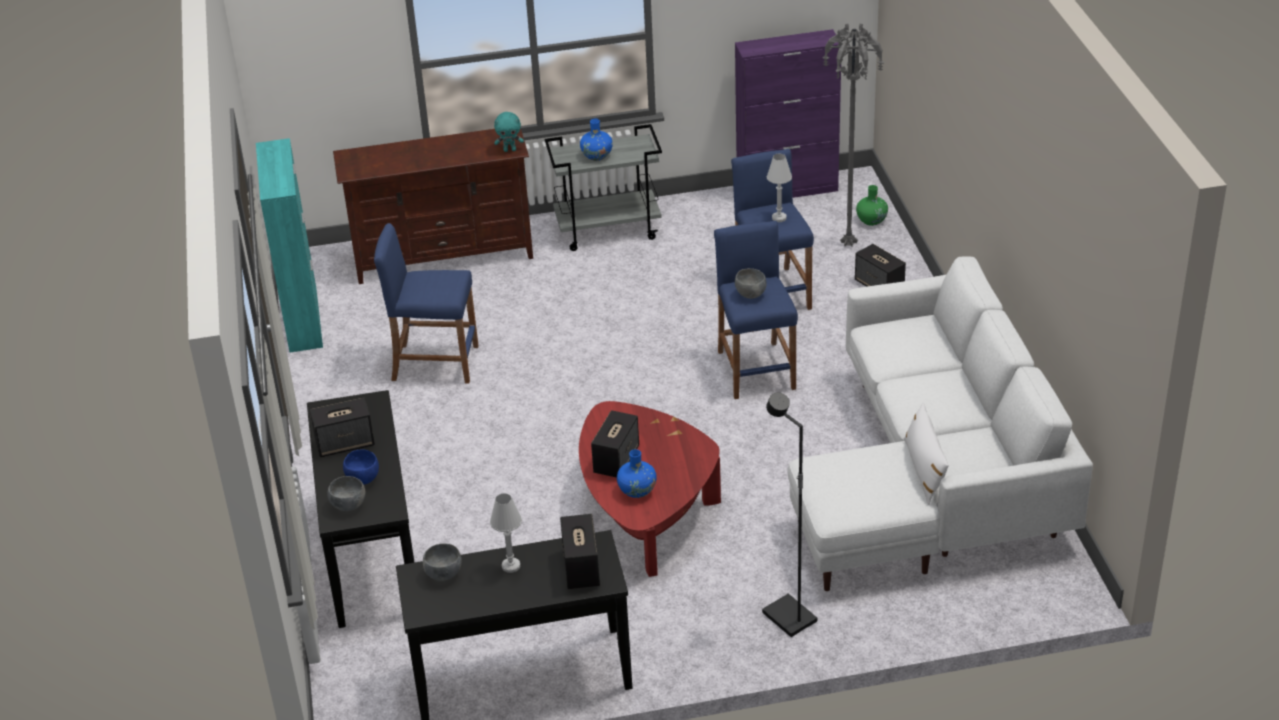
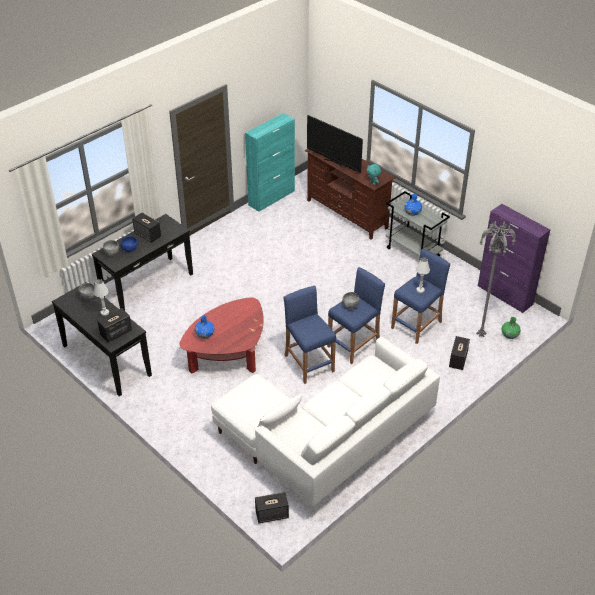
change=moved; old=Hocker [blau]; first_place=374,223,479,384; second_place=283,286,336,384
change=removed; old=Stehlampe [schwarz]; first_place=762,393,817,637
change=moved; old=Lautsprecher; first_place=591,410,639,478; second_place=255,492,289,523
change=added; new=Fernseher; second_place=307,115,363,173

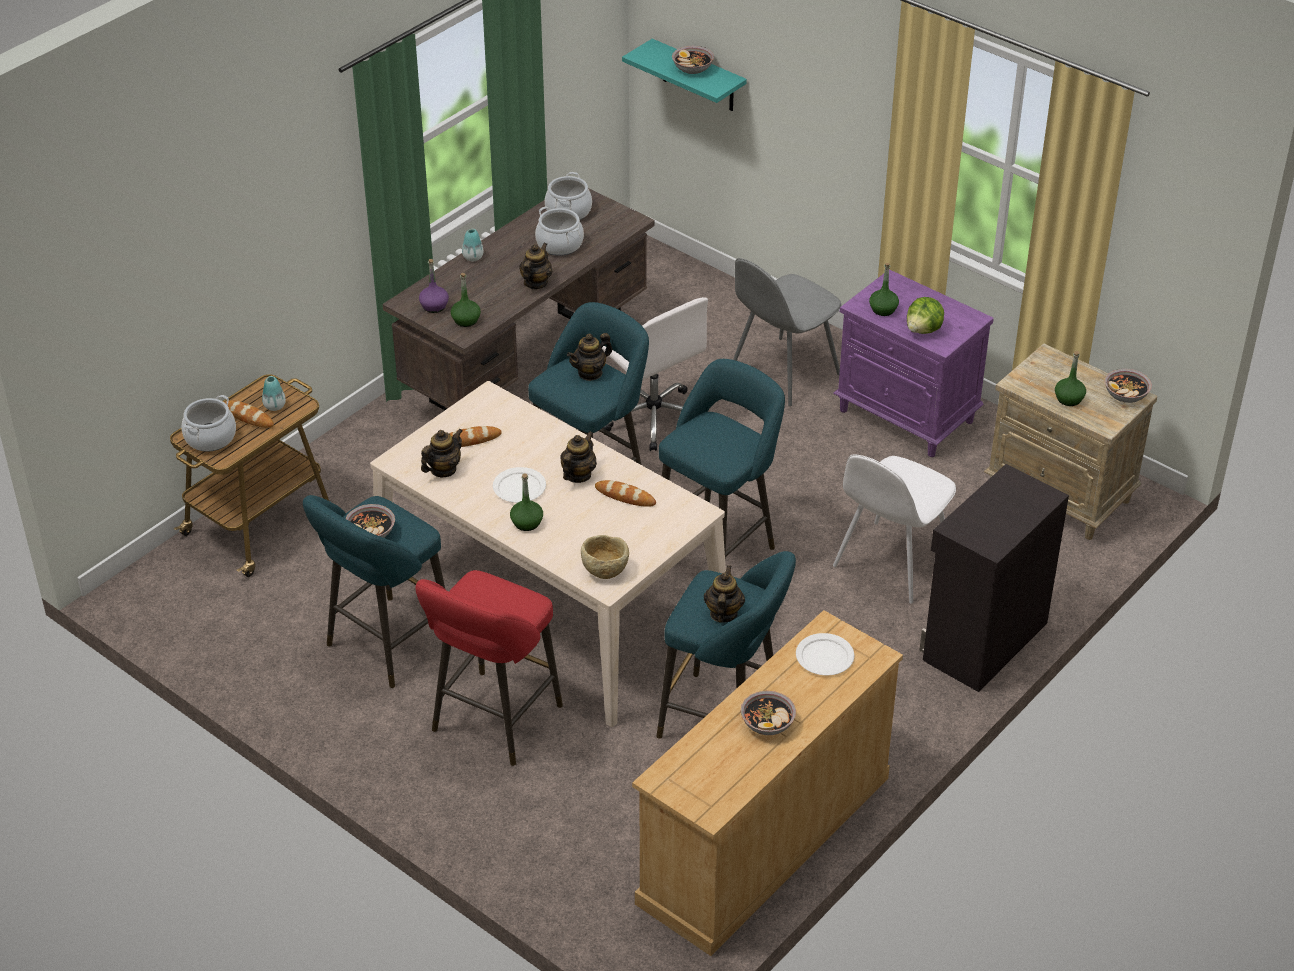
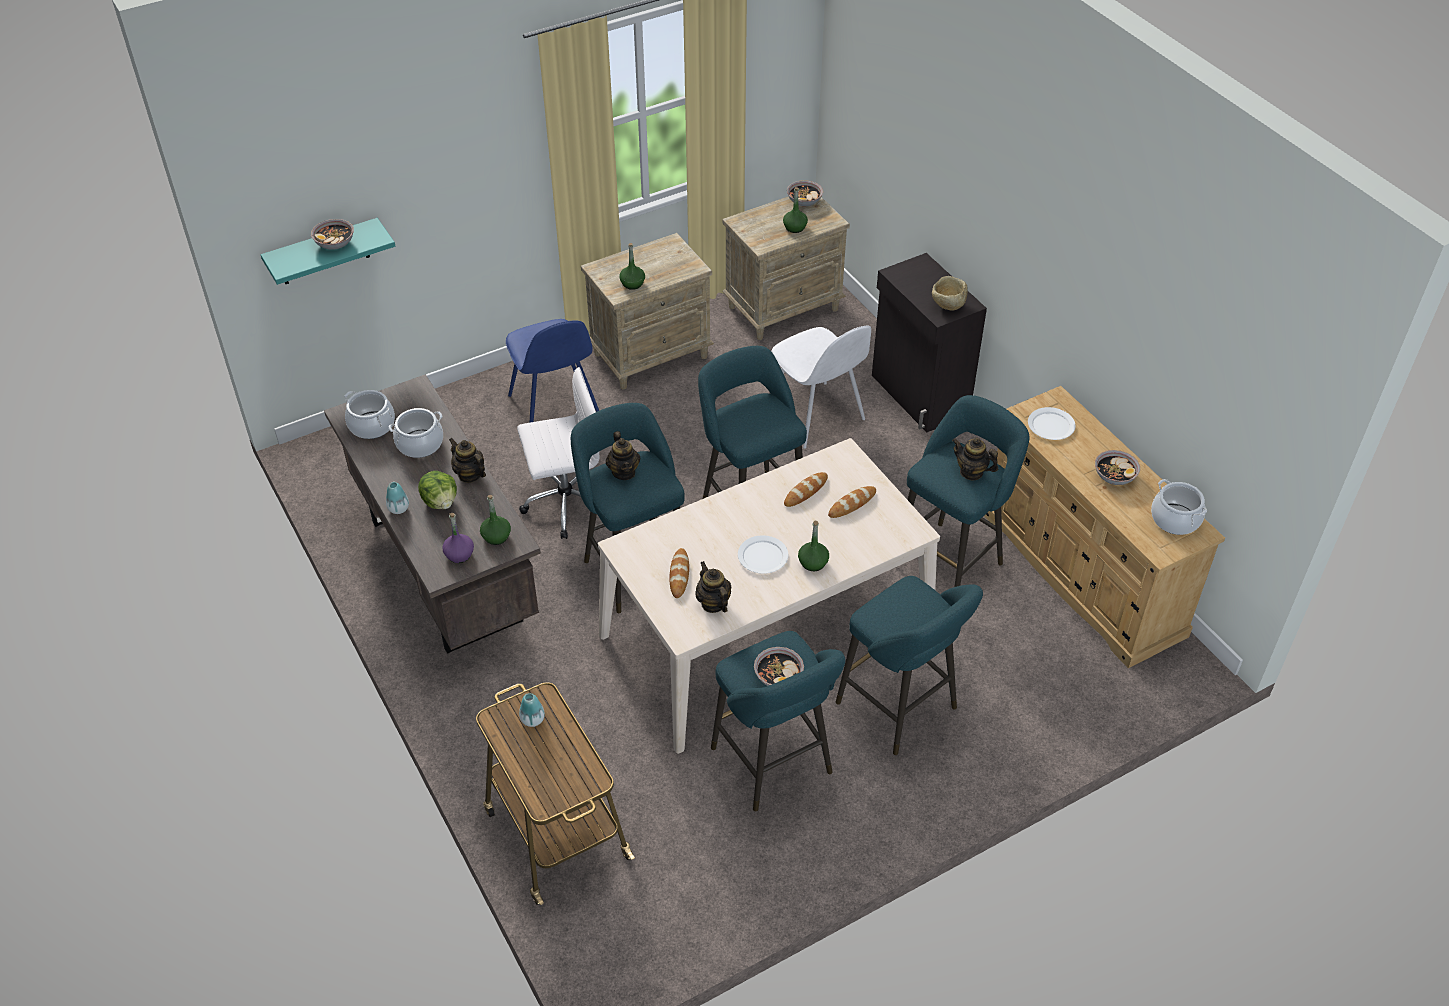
change=recoloured; old=Stuhl [grau]; new=Stuhl [blau]; first_place=733,258,841,406; second_place=506,319,599,422
change=recoloured; old=Nachttisch [lila]; new=Nachttisch [beige]; first_place=833,269,994,457; second_place=581,233,714,389
change=moved; old=Salatkopf; first_place=907,297,944,334; second_place=418,471,457,509
change=moved; old=Kochtopf; first_place=181,395,236,452; second_place=1151,479,1207,535
change=moved; old=Brot; first_place=224,400,274,428; second_place=828,486,876,518
change=removed; old=Teekanne; first_place=560,431,597,483
change=moved; old=Schüssel [beige]; first_place=581,535,629,579; second_place=932,276,968,310
change=recoloured; old=Hocker [rot]; new=Hocker [türkis]; first_place=415,570,563,766; second_place=836,576,983,755

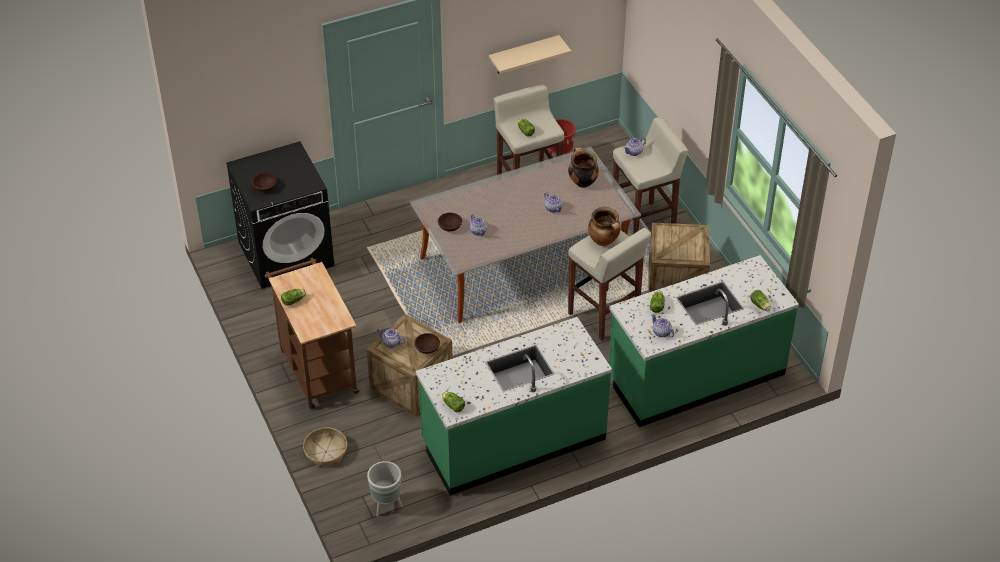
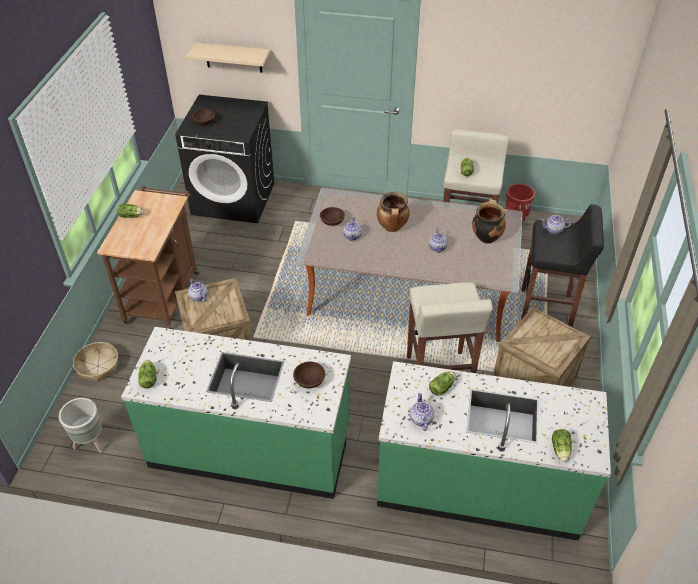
change=moved; old=Wandregal [beige]; first_place=489,35,571,74; second_place=186,42,270,73
change=recoloured; old=Hocker [beige]; new=Hocker [schwarz]; first_place=613,117,688,234; second_place=521,204,604,327
change=moved; old=Kochtopf; first_place=588,207,621,246; second_place=377,192,409,232
change=moved; old=Schüssel [braun]; first_place=414,333,440,354; second_place=293,362,325,388

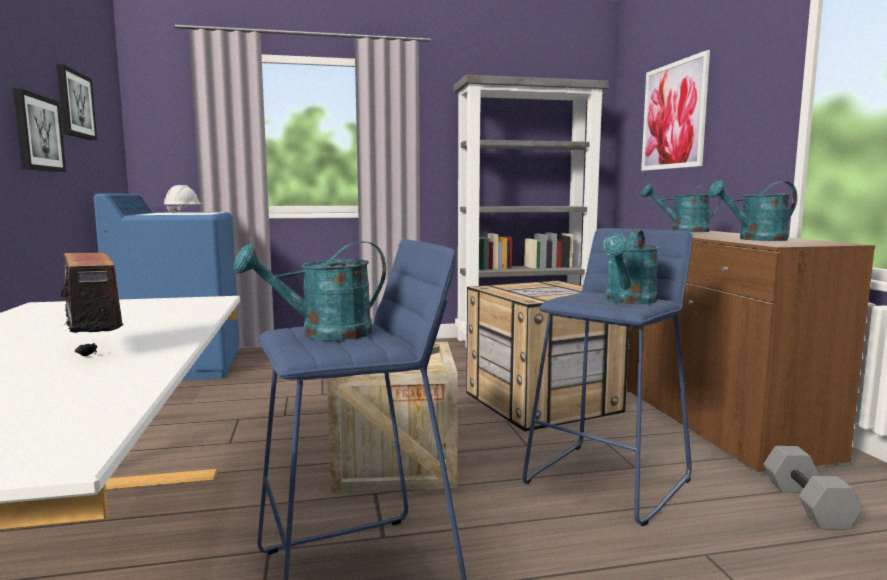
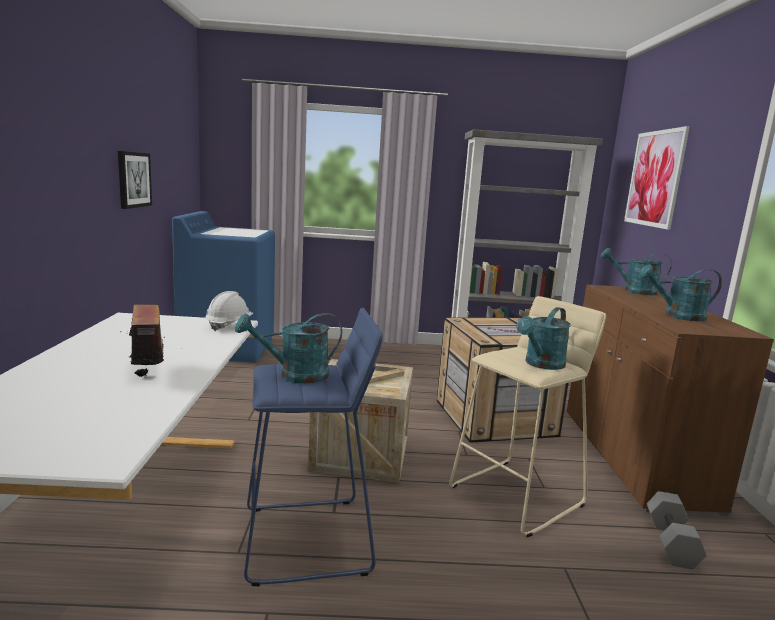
change=removed; old=Bild; first_place=57,64,97,141
change=moved; old=Schutzhelm [weiß]; first_place=164,185,203,213; second_place=206,291,253,331
change=recoloured; old=Hocker [blau]; new=Hocker [beige]; first_place=523,228,693,526; second_place=449,296,606,537

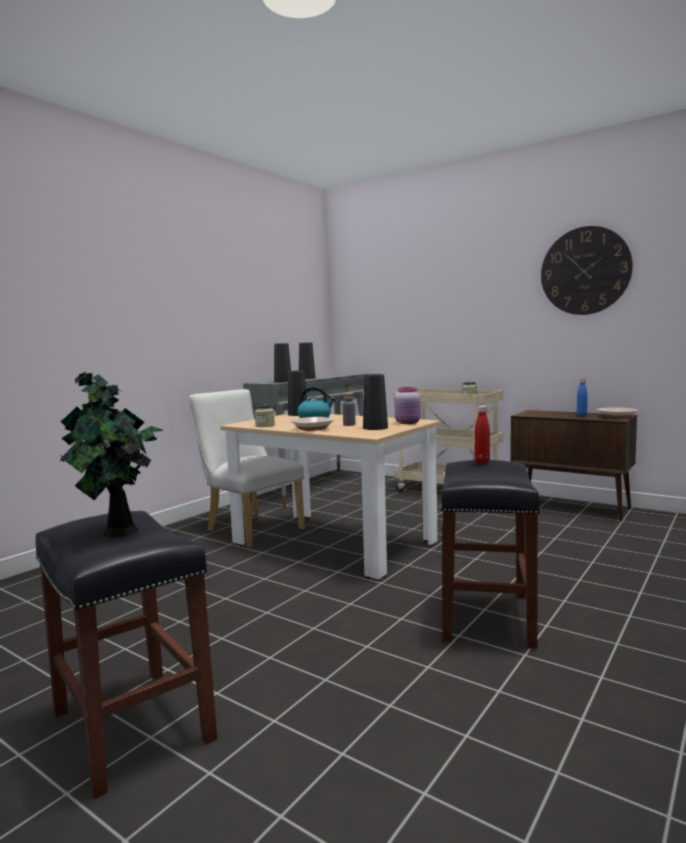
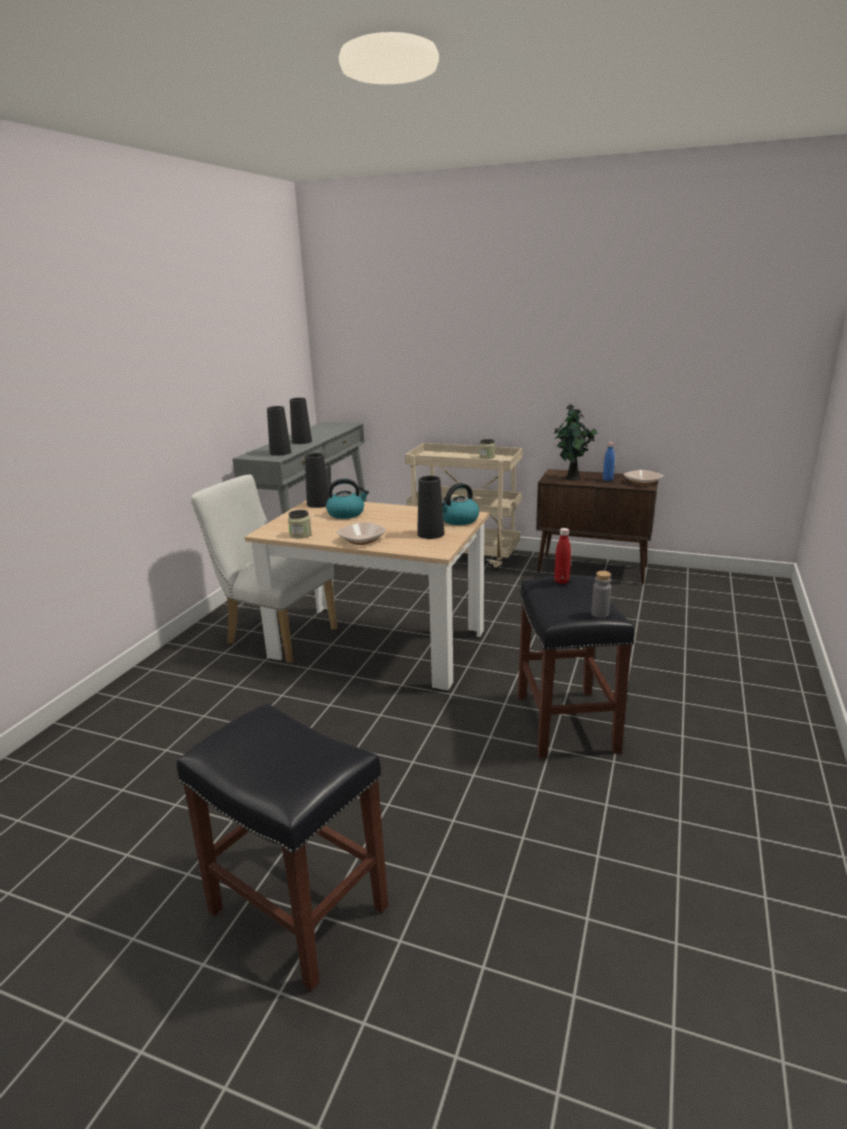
change=removed; old=Wanduhr; first_place=541,226,633,315
change=moved; old=Topfpflanze; first_place=60,371,163,537; second_place=554,404,598,481
change=replaced; old=Vorratsglas [rosa]; new=Wasserkessel; first_place=394,387,421,424; second_place=442,483,479,525
change=moved; old=Flasche [grau]; first_place=343,393,355,426; second_place=591,571,611,618

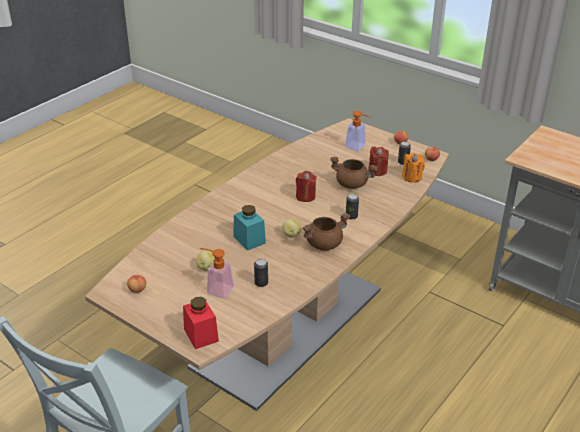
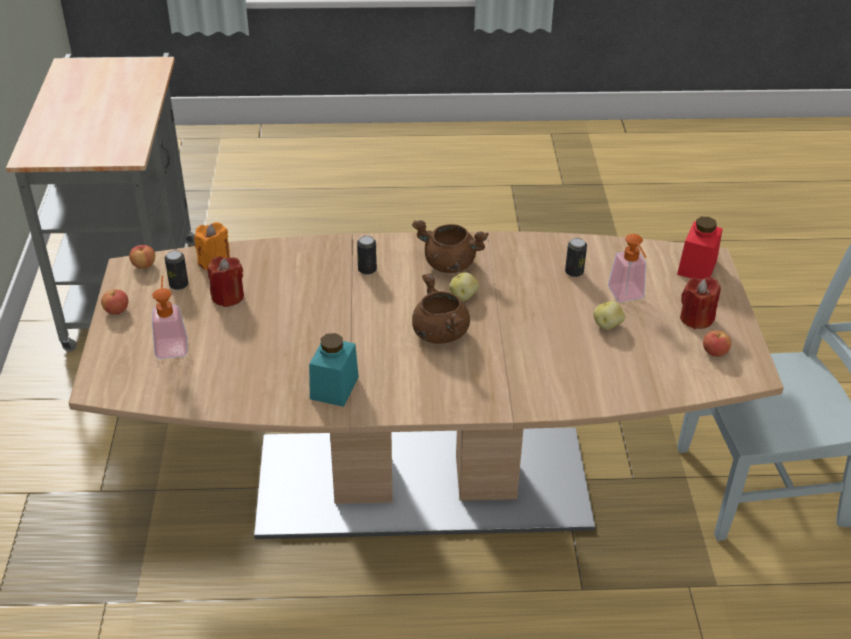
change=moved; old=Kochtopf [braun]; first_place=330,157,378,189; second_place=412,274,470,344
change=moved; old=Kerze [rot]; first_place=296,171,317,202; second_place=680,277,720,329
change=moved; old=Vorratsglas [türkis]; first_place=234,205,266,251; second_place=309,333,359,407

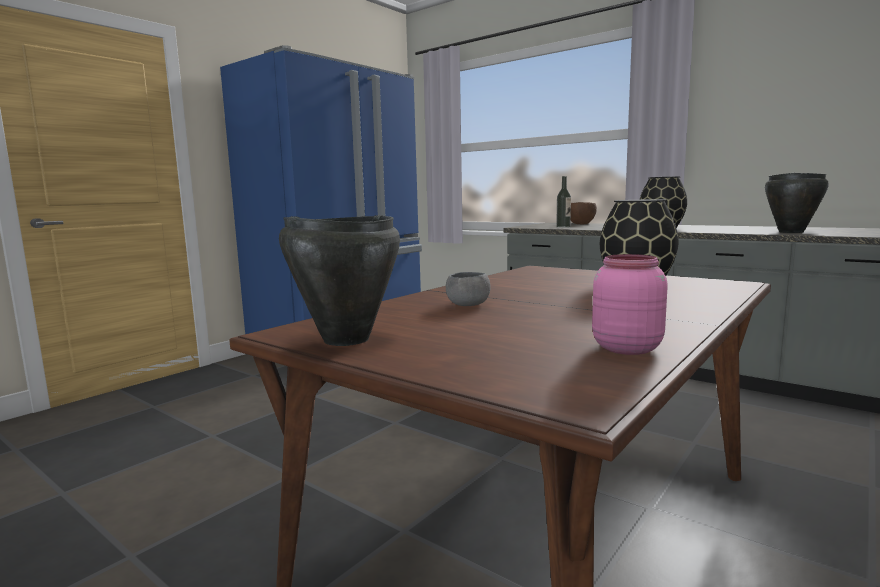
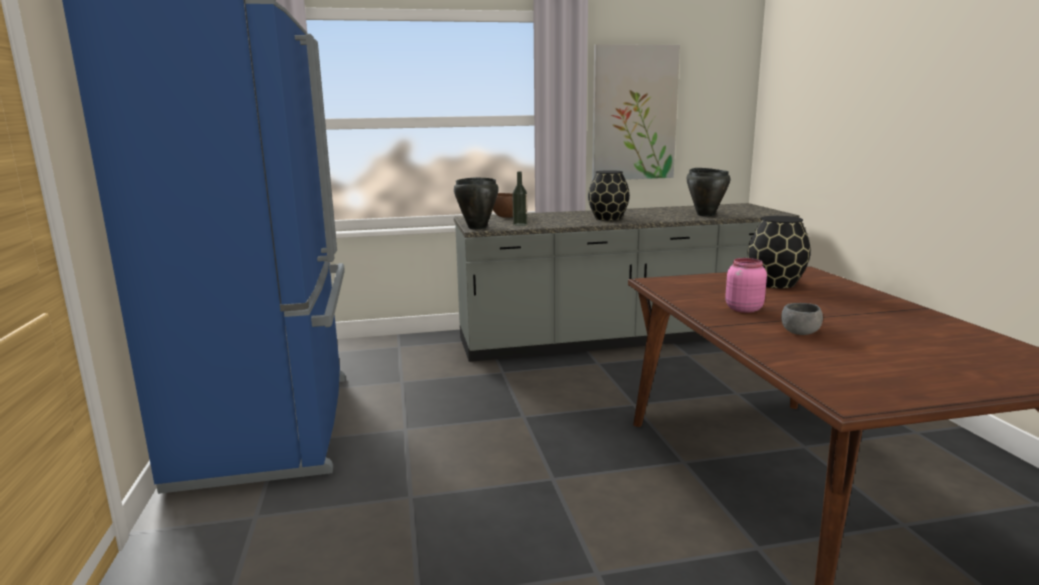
change=moved; old=Kochtopf [schwarz]; first_place=279,215,400,346; second_place=454,177,499,229
change=moved; old=Vorratsglas [rosa]; first_place=592,254,668,355; second_place=725,258,767,313
change=added; new=Bild; second_place=592,44,680,180

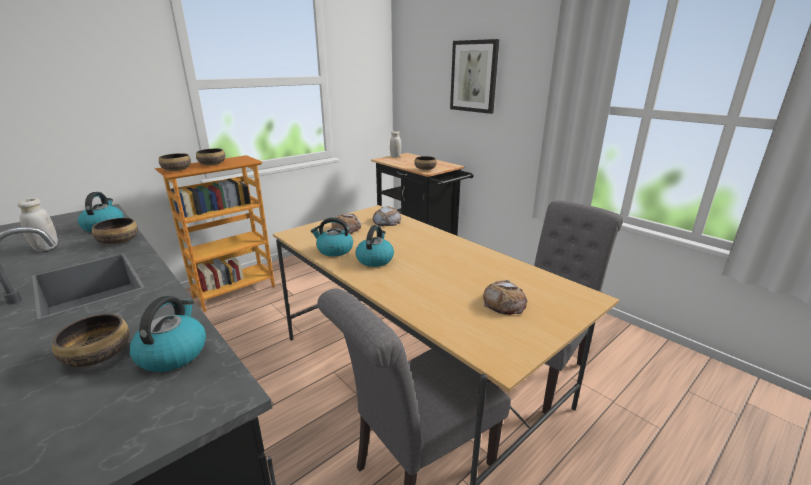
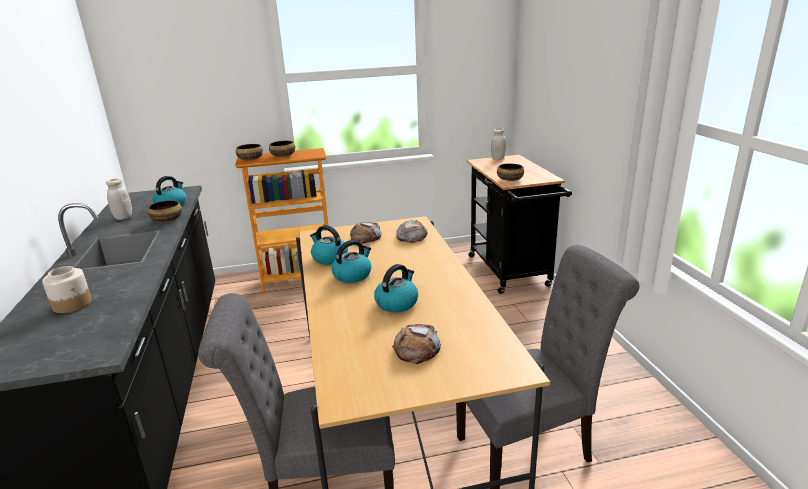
change=removed; old=Bild; first_place=450,39,499,114
change=moved; old=Wasserkessel; first_place=130,296,206,372; second_place=374,264,418,313
change=replaced; old=Schüssel; new=Vorratsglas; first_place=52,314,130,367; second_place=42,266,92,313

